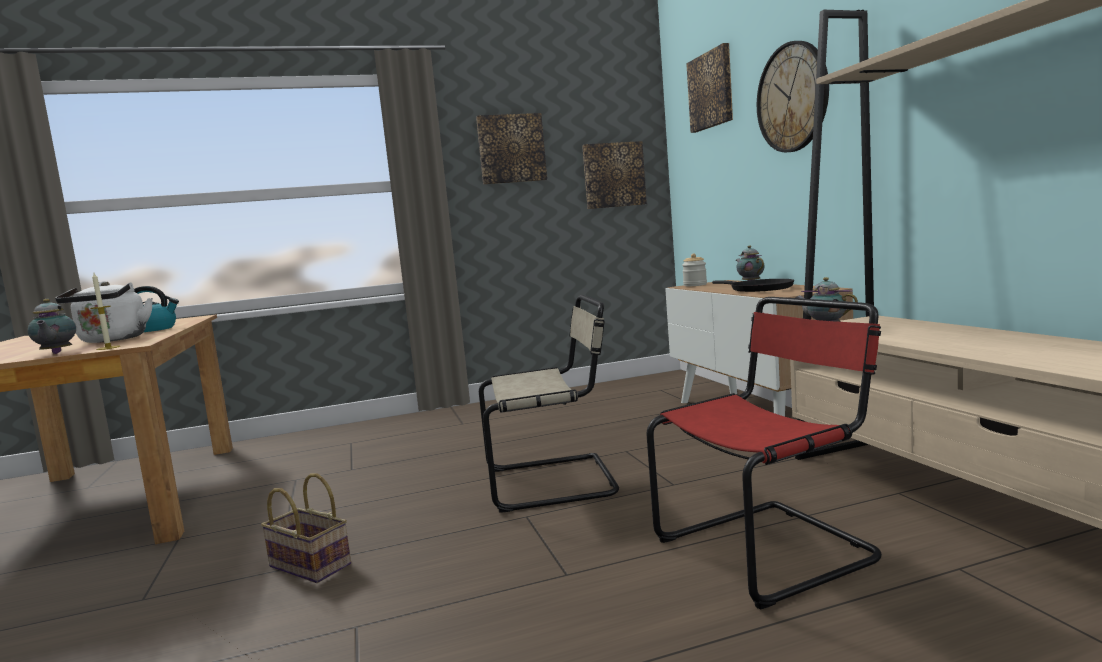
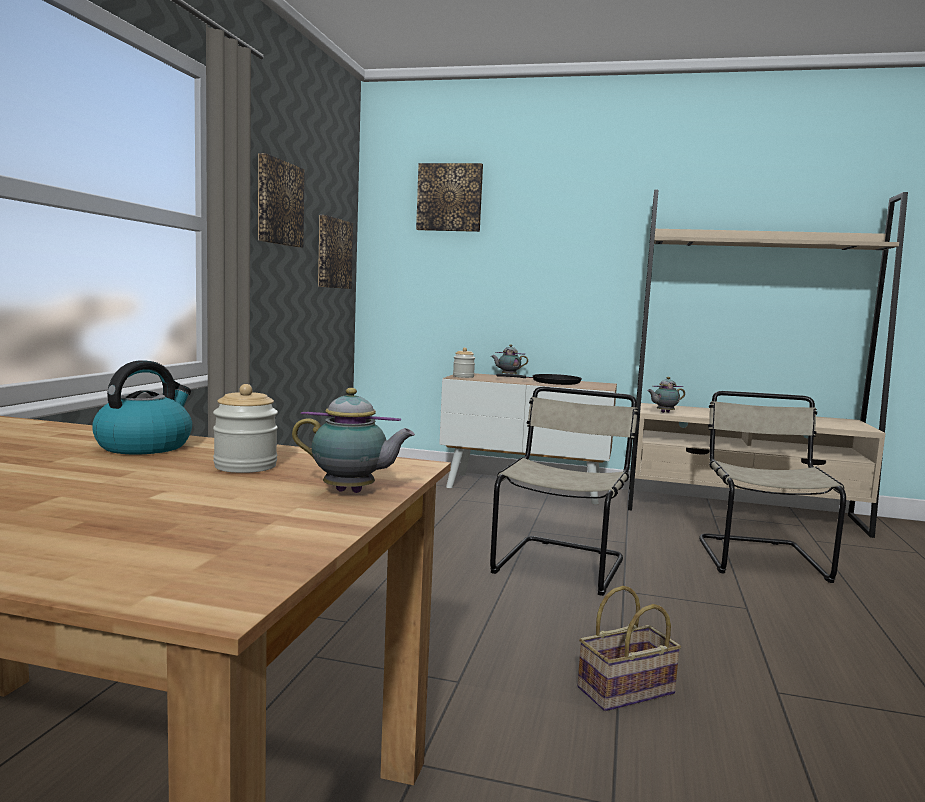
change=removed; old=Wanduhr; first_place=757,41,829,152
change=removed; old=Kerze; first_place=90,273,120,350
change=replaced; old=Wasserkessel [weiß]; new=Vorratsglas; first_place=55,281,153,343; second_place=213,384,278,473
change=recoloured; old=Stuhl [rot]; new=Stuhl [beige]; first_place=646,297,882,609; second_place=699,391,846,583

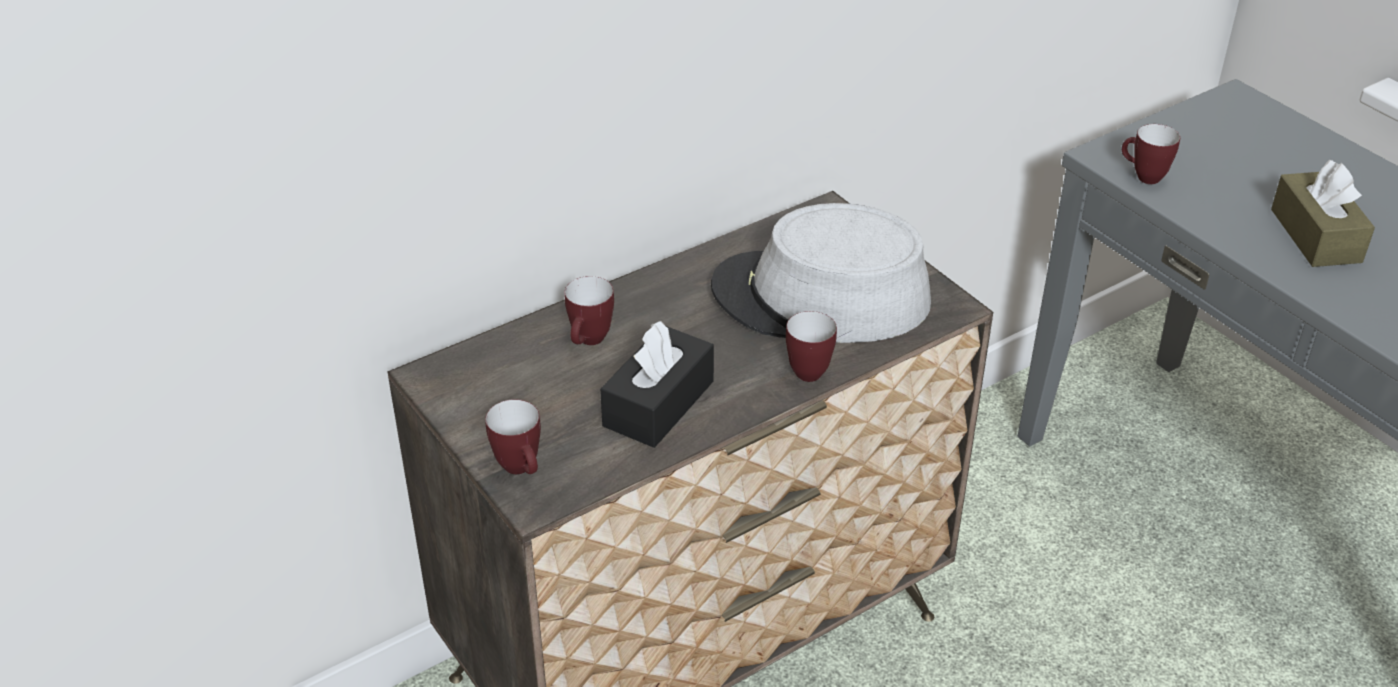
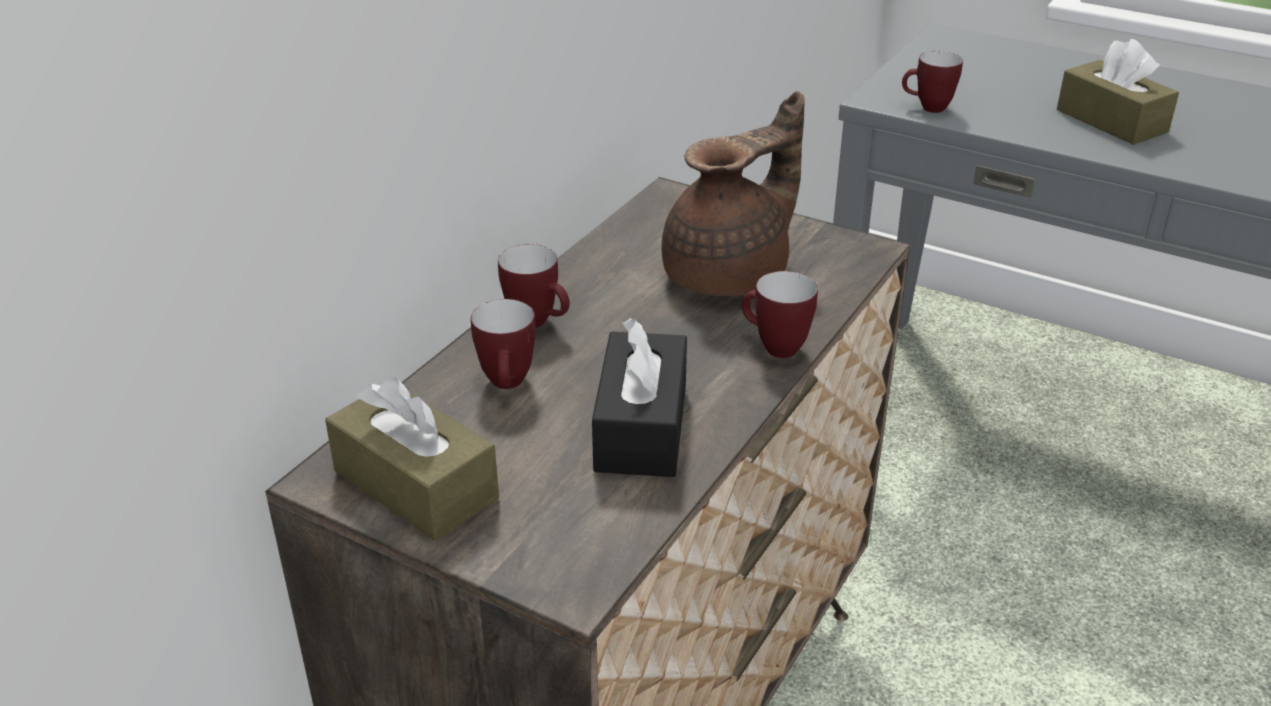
change=replaced; old=Hut [grau]; new=Teekanne [braun]; first_place=711,203,931,343; second_place=661,91,805,296
change=moved; old=Henkelbecher; first_place=485,399,541,474; second_place=498,244,570,328
change=added; new=Taschentuchbox [braun]; second_place=325,377,499,541

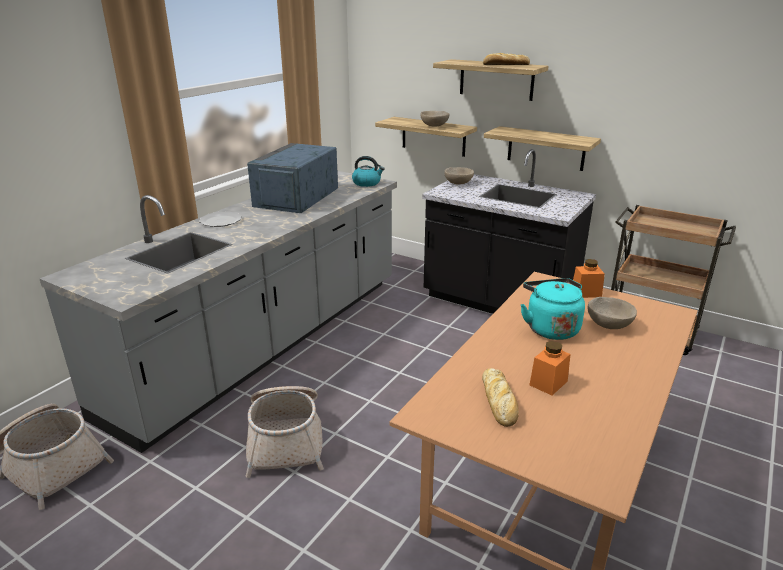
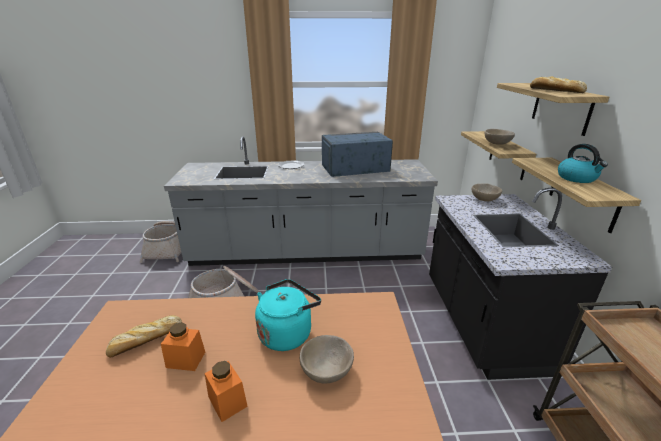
change=moved; old=Wasserkessel; first_place=352,156,385,187; second_place=558,144,608,183
change=moved; old=Vorratsglas [orange]; first_place=573,259,605,298; second_place=204,361,248,422

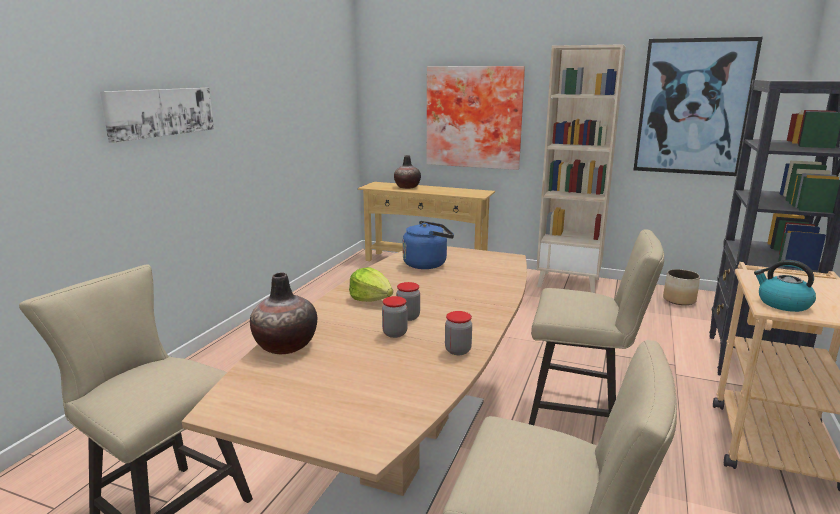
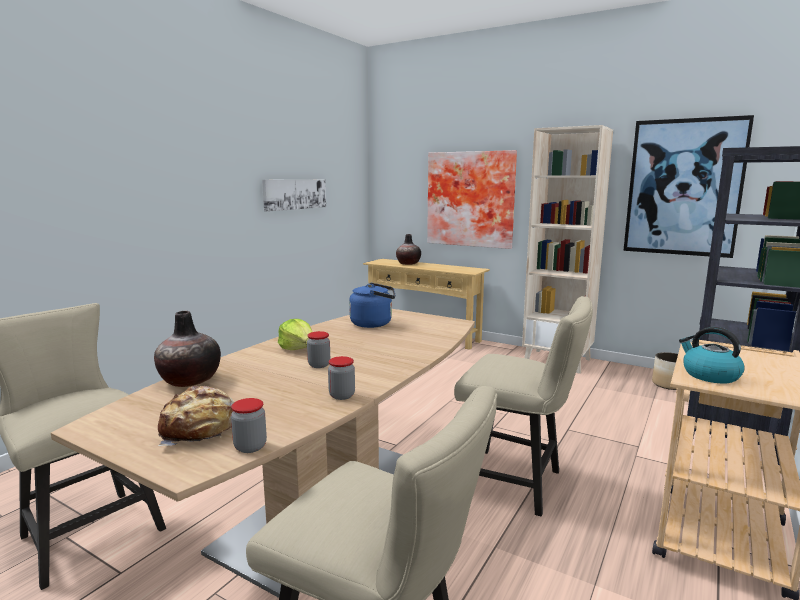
change=moved; old=Bild; first_place=100,88,214,143; second_place=262,179,326,212
change=moved; old=Vorratsglas; first_place=382,296,408,338; second_place=231,398,267,453
change=added; new=Brot; second_place=158,386,235,446

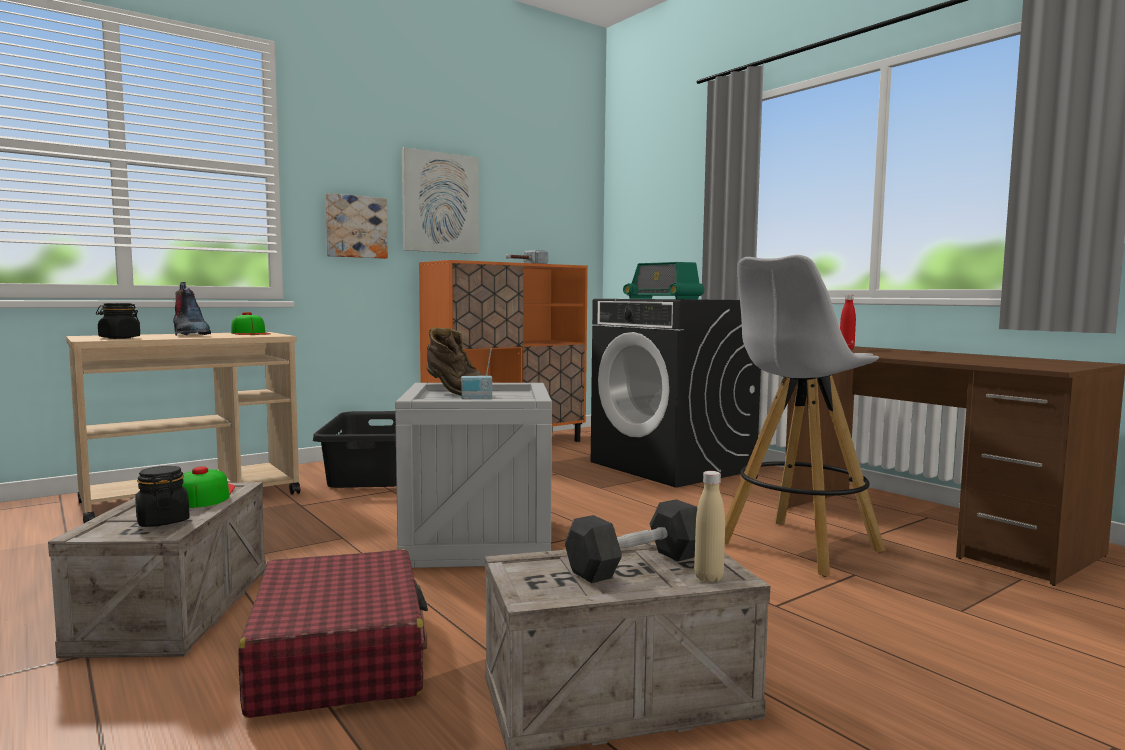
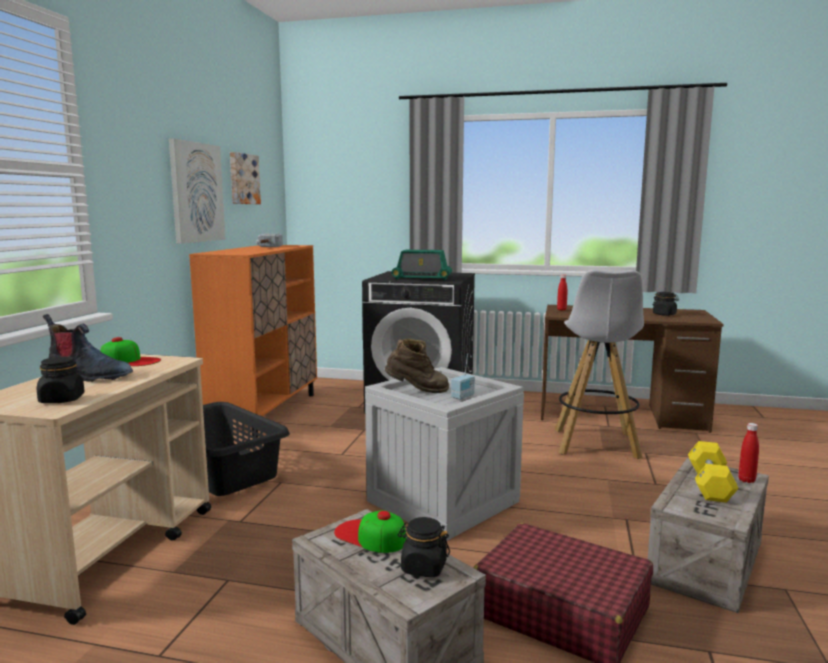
change=moved; old=Bild; first_place=326,193,388,259; second_place=230,152,261,204
change=recoloured; old=Flasche [beige]; new=Flasche [rot]; first_place=694,471,725,582; second_place=738,423,759,483
change=recoloured; old=Hantel [schwarz]; new=Hantel [gelb]; first_place=565,499,697,583; second_place=688,441,739,503
change=added; new=Vorratsglas [schwarz]; second_place=653,292,679,316

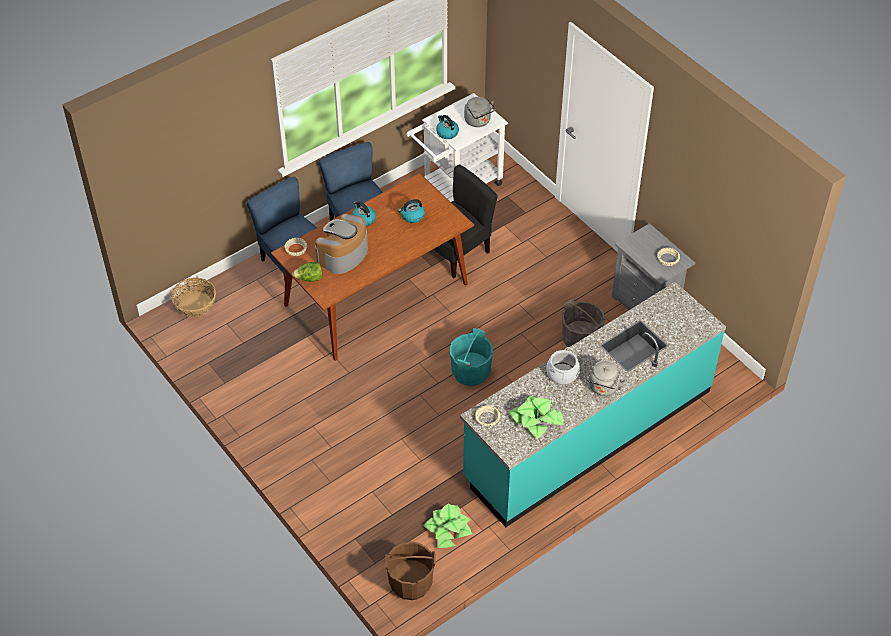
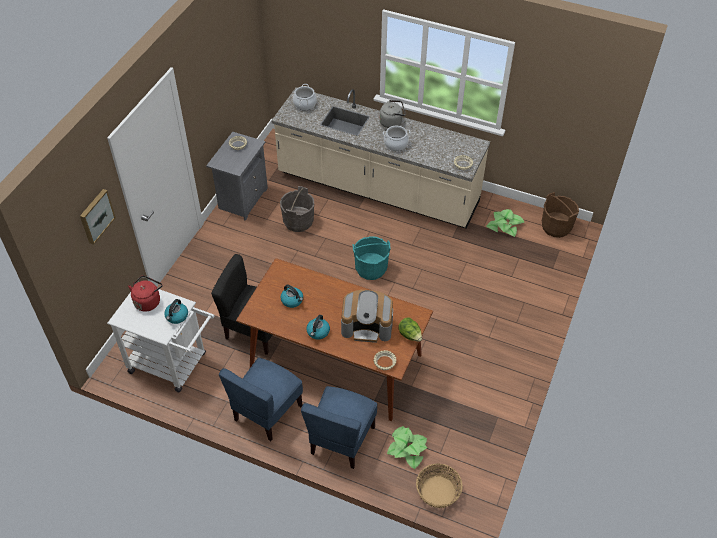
change=recoloured; old=Wasserkessel [grau]; new=Wasserkessel [rot]; first_place=464,97,496,127; second_place=128,275,163,311
change=recoloured; old=Küchenzeile [türkis]; new=Küchenzeile [beige]; first_place=460,282,726,527; second_place=271,87,490,229
change=moved; old=Topfpflanze; first_place=509,396,564,439; second_place=387,426,427,469
change=added; new=Kochtopf; second_place=293,84,317,110
change=added; new=Bild; second_place=80,189,116,245

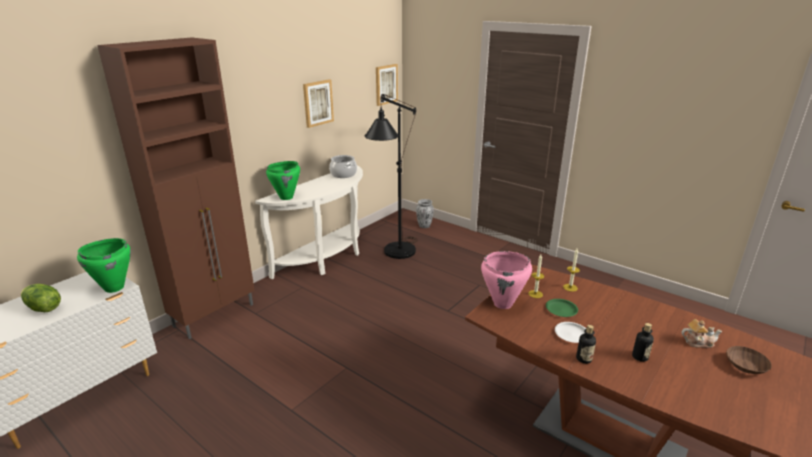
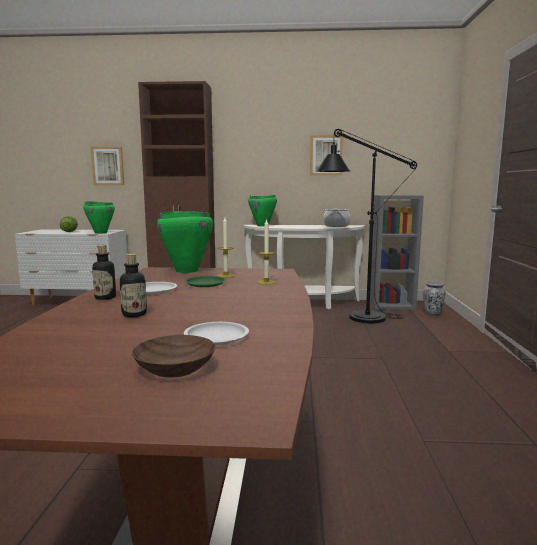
change=moved; old=Bild; first_place=376,64,398,106; second_place=91,147,124,185
change=recoloured; old=Kochtopf [rosa]; new=Kochtopf [grün]; first_place=481,251,532,309; second_place=157,211,213,273
change=replaced; old=Teekanne; new=Teller [weiß]; first_place=682,319,722,348; second_place=184,322,249,345
change=added; new=Bücherregal [grau]; second_place=370,195,424,310

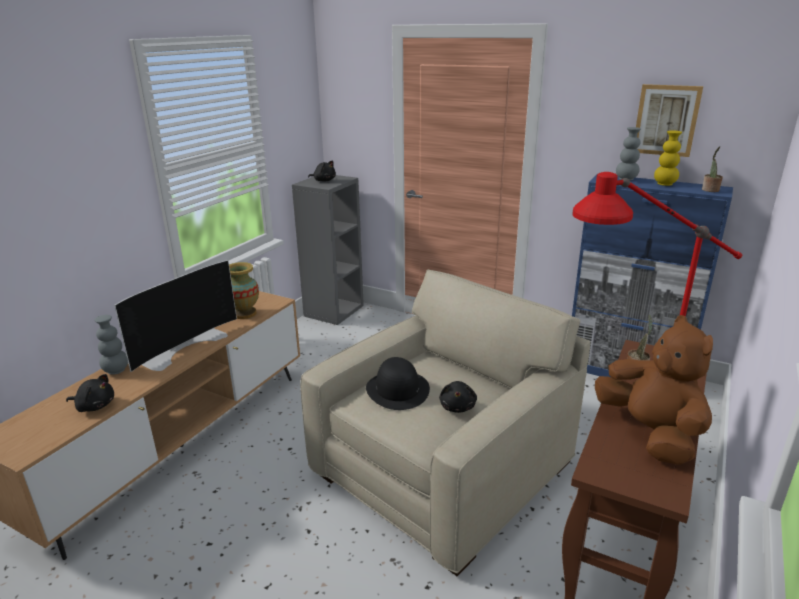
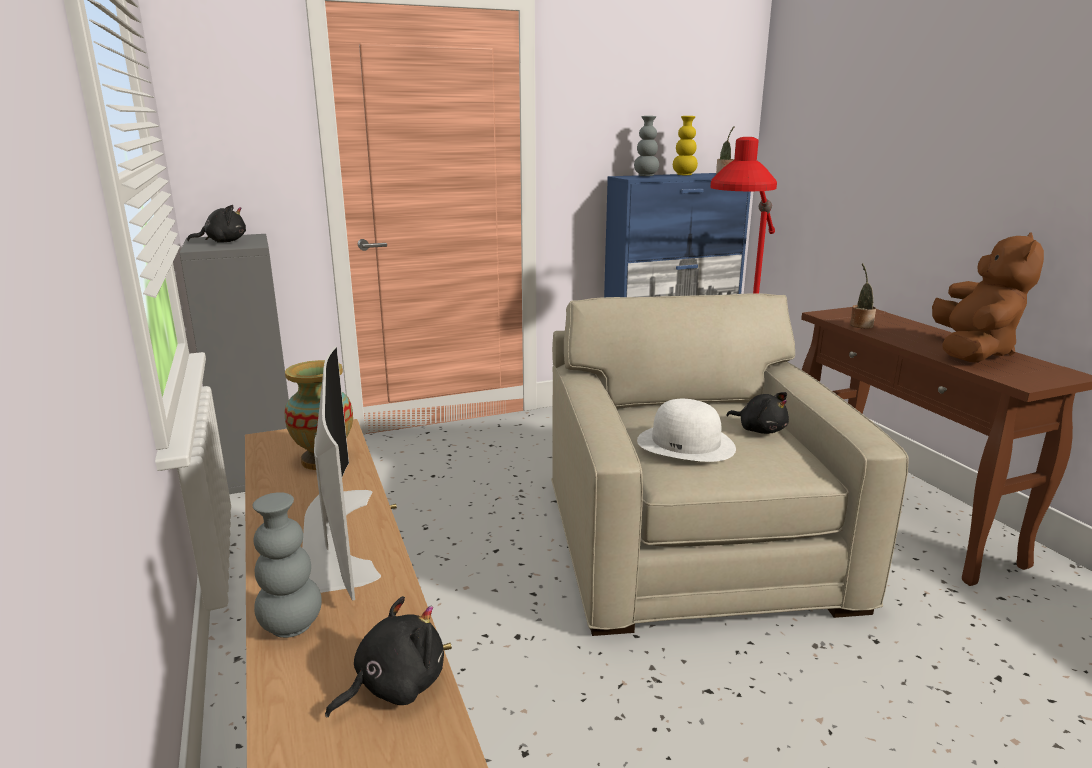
change=removed; old=Bild; first_place=636,84,703,157
change=turned; old=Plüschtier [braun]; first_place=595,315,713,465; second_place=932,232,1044,363; degrees=90
change=recoloured; old=Hut [schwarz]; new=Hut [weiß]; first_place=366,357,430,410; second_place=637,399,736,462

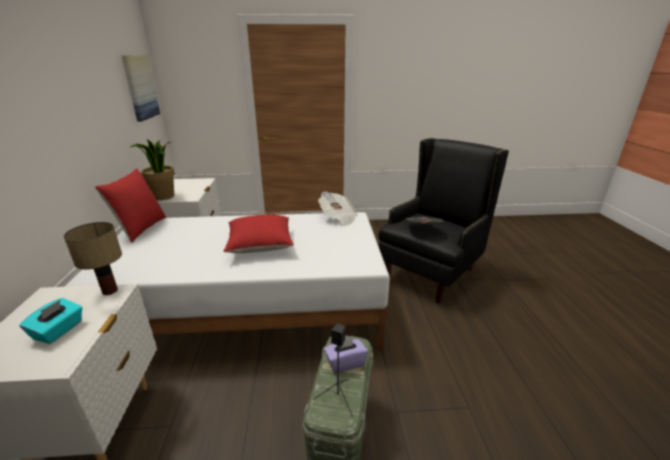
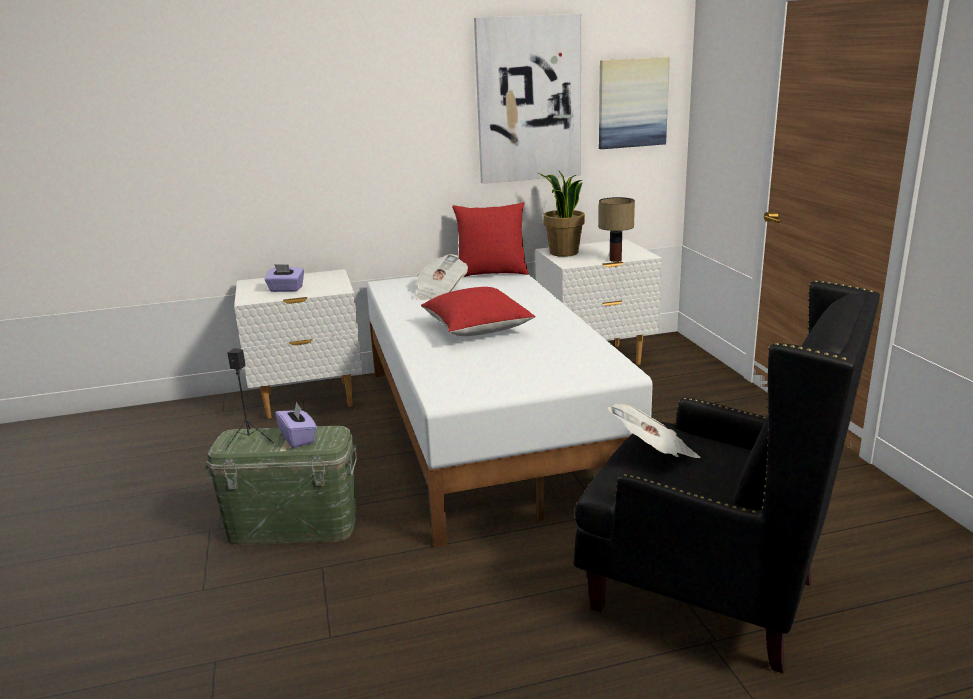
change=moved; old=Zeitung; first_place=318,192,358,225; second_place=414,254,468,300
change=moved; old=Tischlampe; first_place=64,222,122,295; second_place=599,197,635,262
change=recoloured; old=Taschentuchbox [türkis]; new=Taschentuchbox [lila]; first_place=19,298,82,344; second_place=264,264,304,292
change=added; new=Bild; second_place=474,14,581,184

